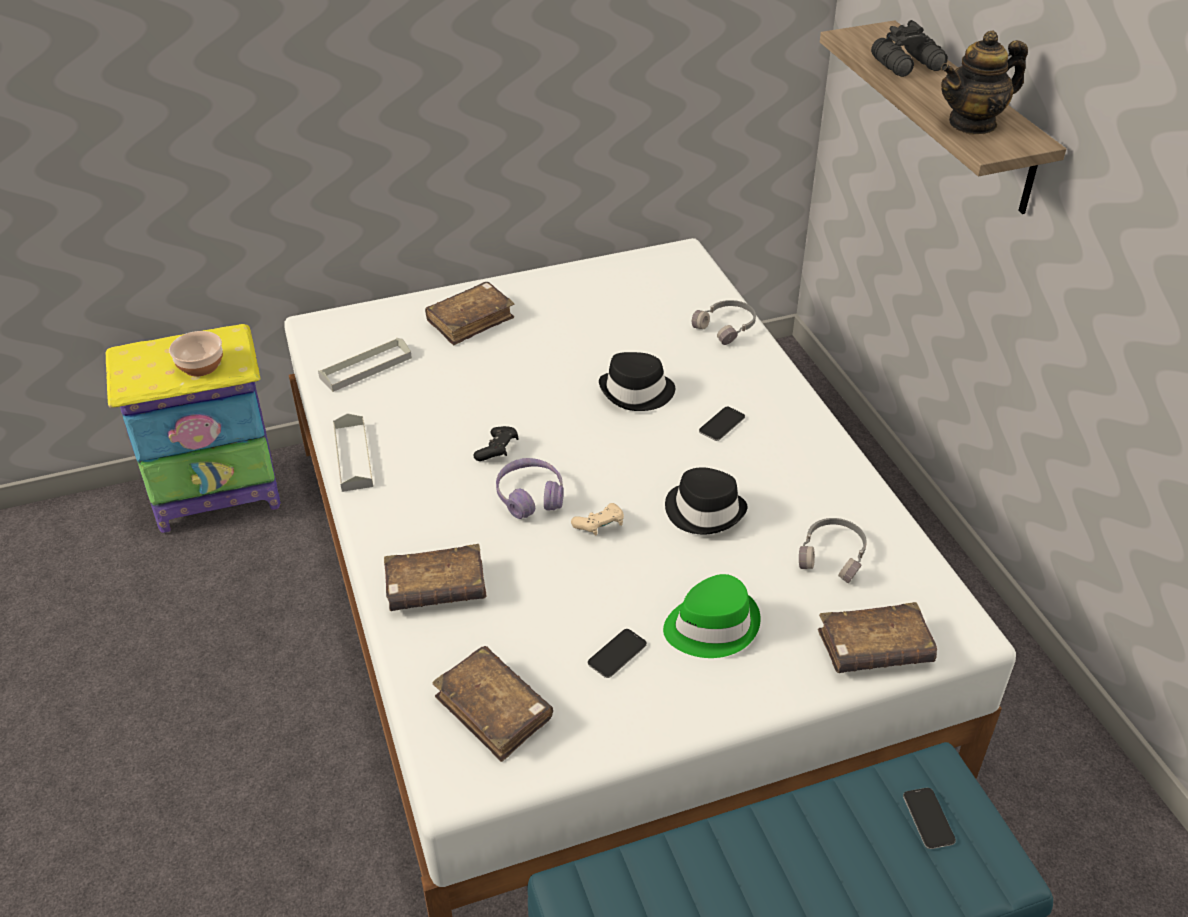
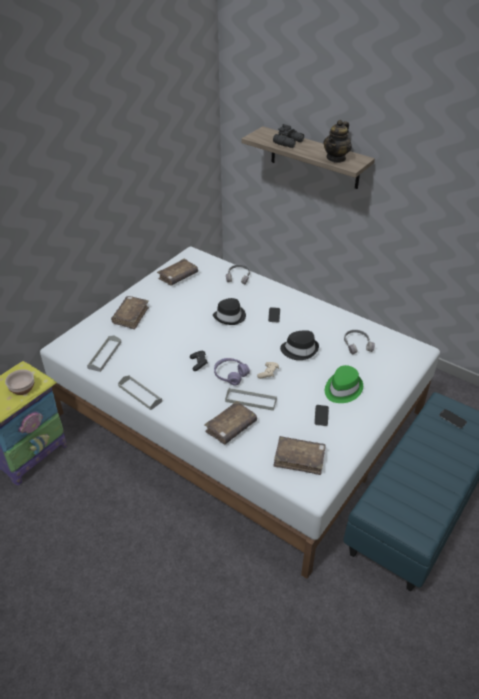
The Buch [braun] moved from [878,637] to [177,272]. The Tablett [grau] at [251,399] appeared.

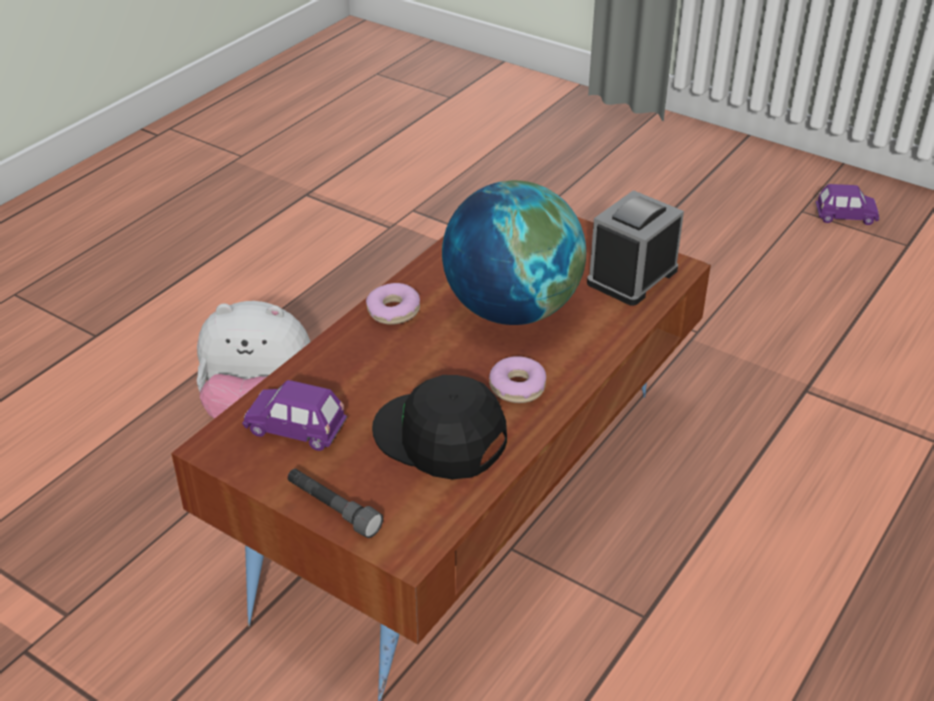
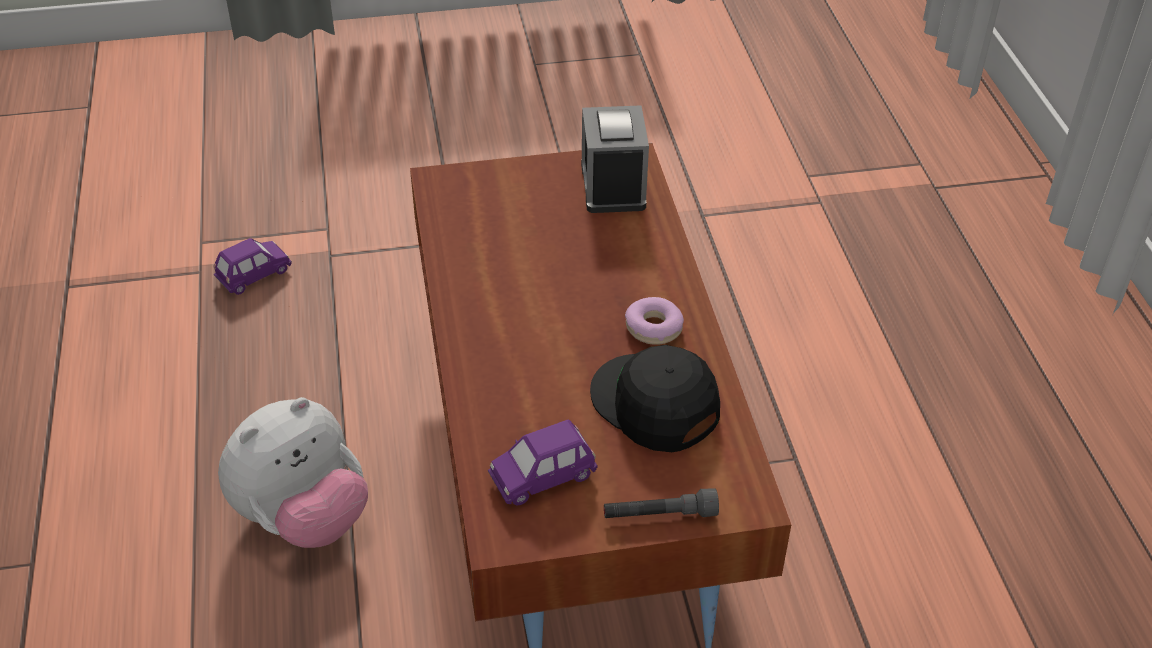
The Globus at [514,252] disappeared. The Spielzeugauto [lila] moved from [847,204] to [252,266]. The Donut at [393,304] disappeared. The Kappe [schwarz] at [439,427] turned 60 degrees clockwise.

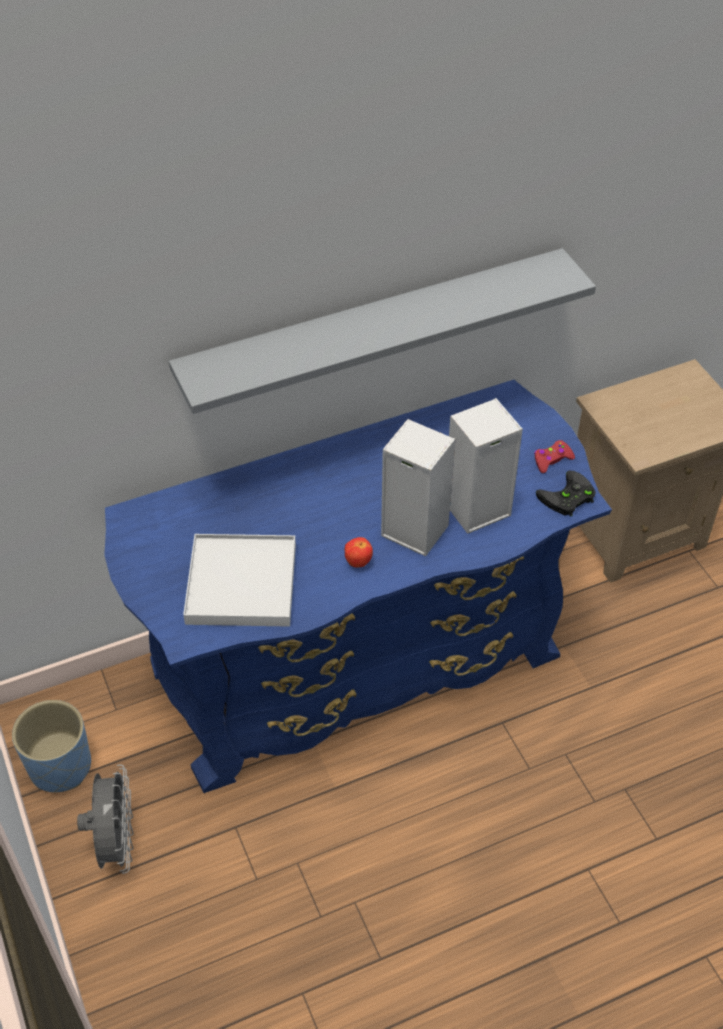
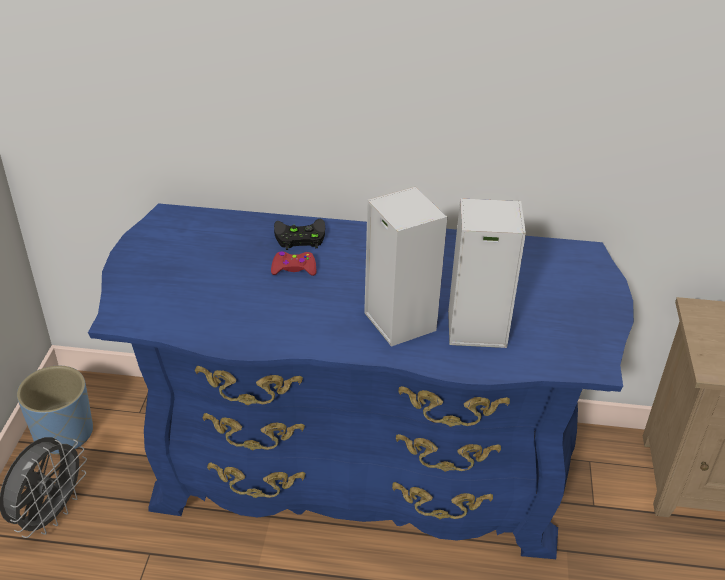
The Wandregal [grau] at [382,331] disappeared. The Gamepad [rot] moved from [554,456] to [293,263]. The Gamepad [schwarz] moved from [566,494] to [299,234]. The Tablett [weiß] at [239,580] disappeared. The Apfel at [359,552] disappeared.

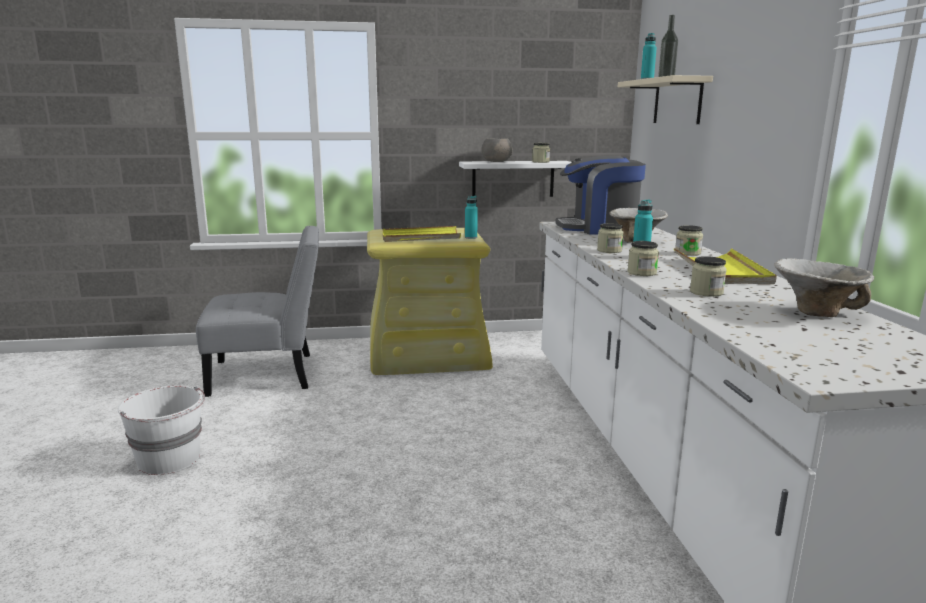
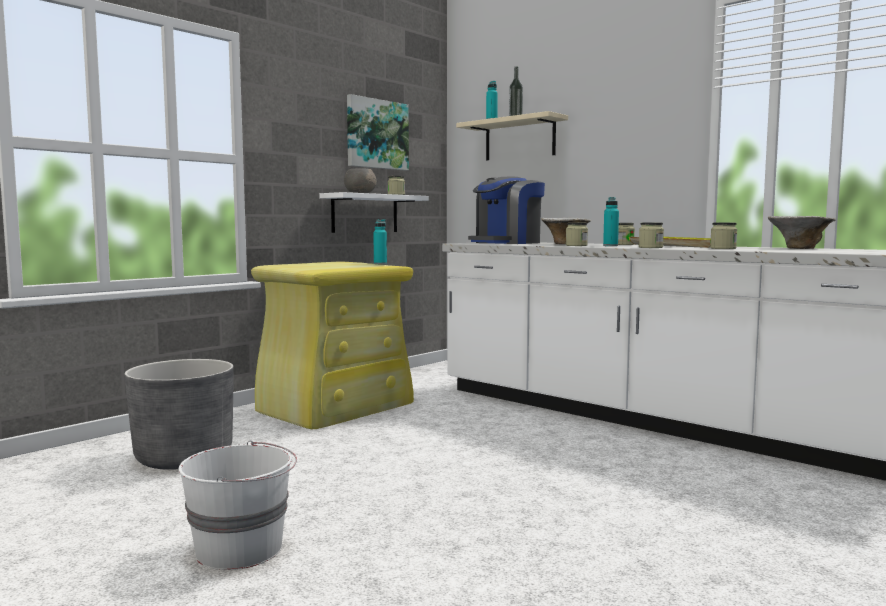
The Stuhl [grau] at [257,311] was replaced by the Pflanzkübel [grau] at [179,414]. The Tablett [gelb] at [422,234] disappeared. The Bild at [378,132] appeared.

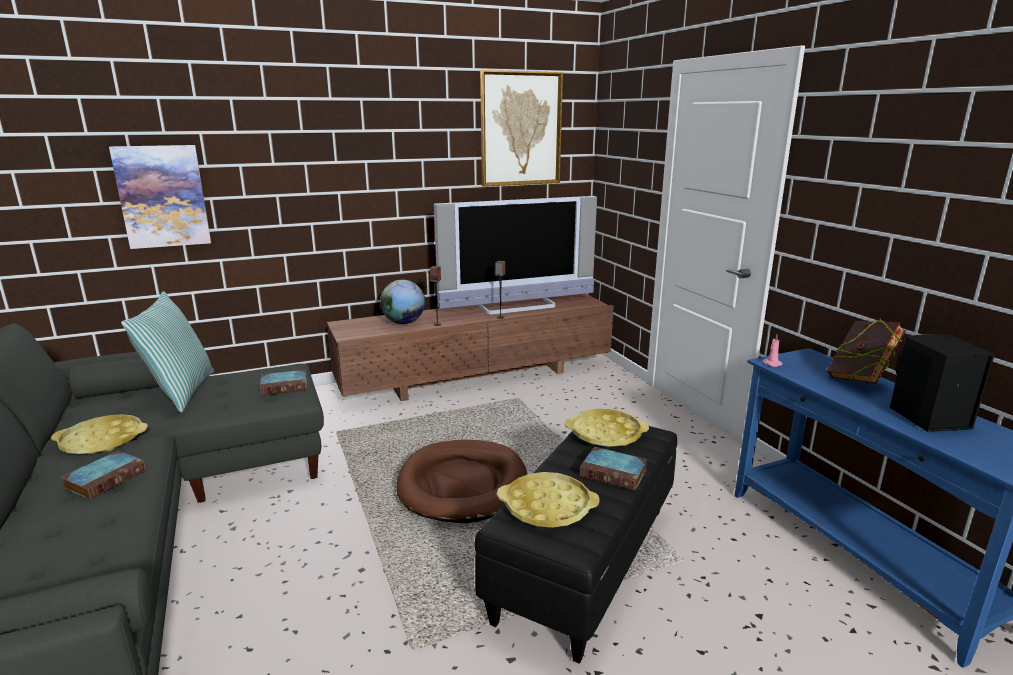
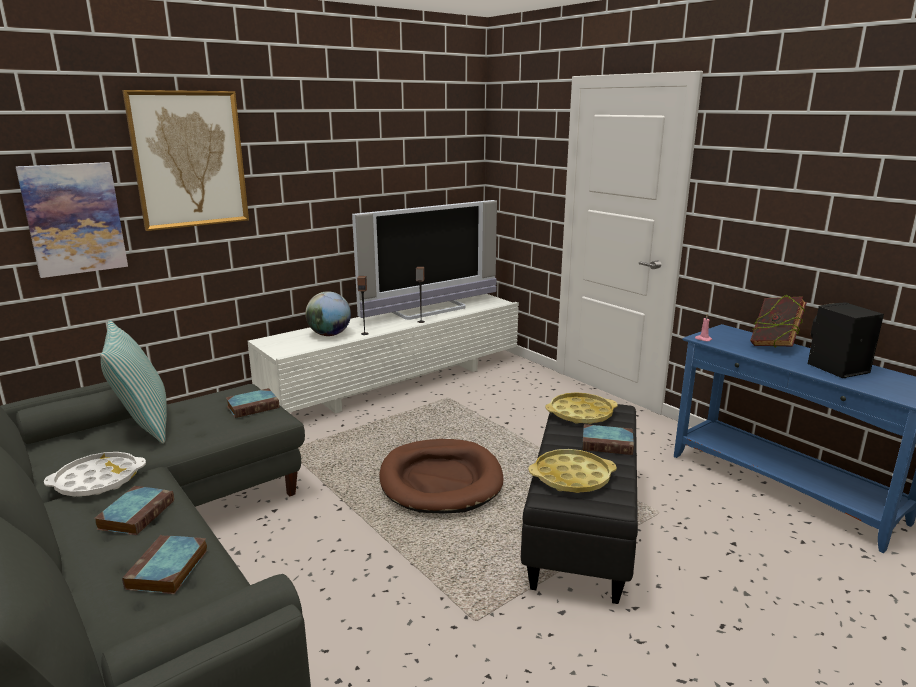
The Bild moved from [521,128] to [185,160]. The Fernsehschrank [braun] at [470,347] became the Fernsehschrank [weiß] at [383,354]. The Tablett [gelb] at [99,434] became the Tablett [weiß] at [95,474]. The Buch at [165,564] appeared.

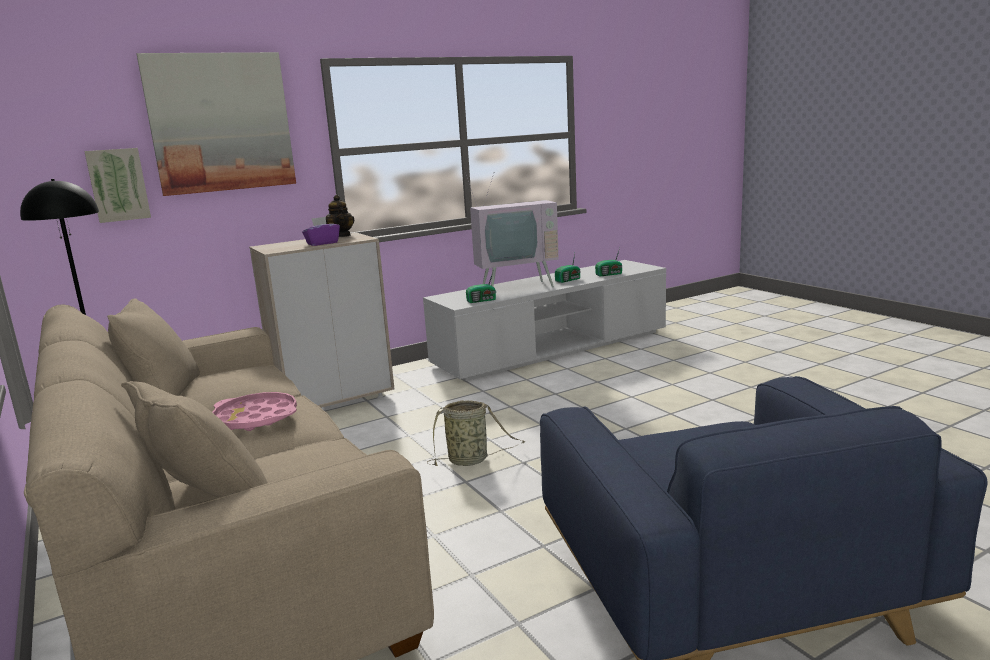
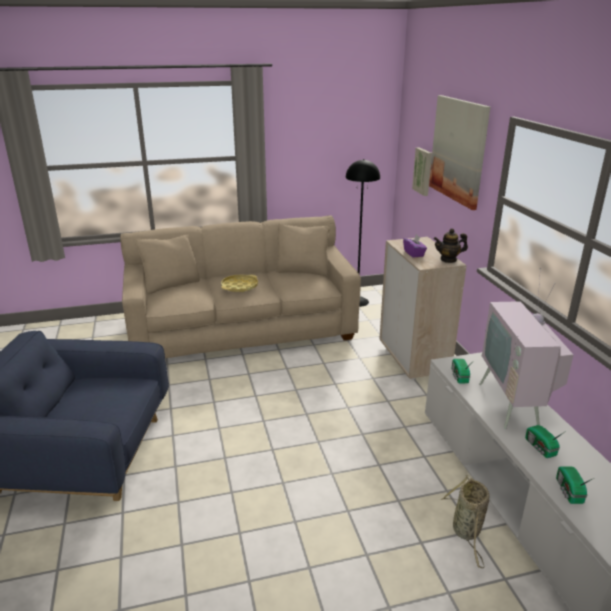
The Tablett [rosa] at [254,411] became the Tablett [gelb] at [239,283]. The Korb moved from [476,433] to [465,521].

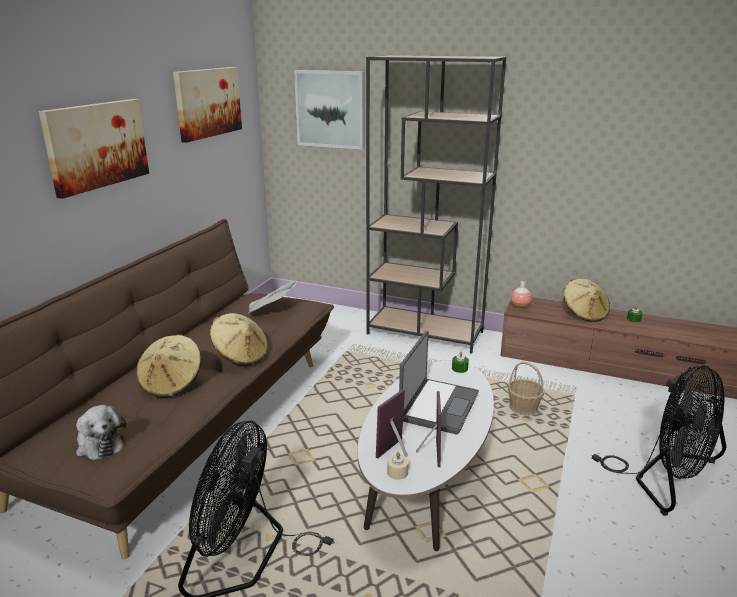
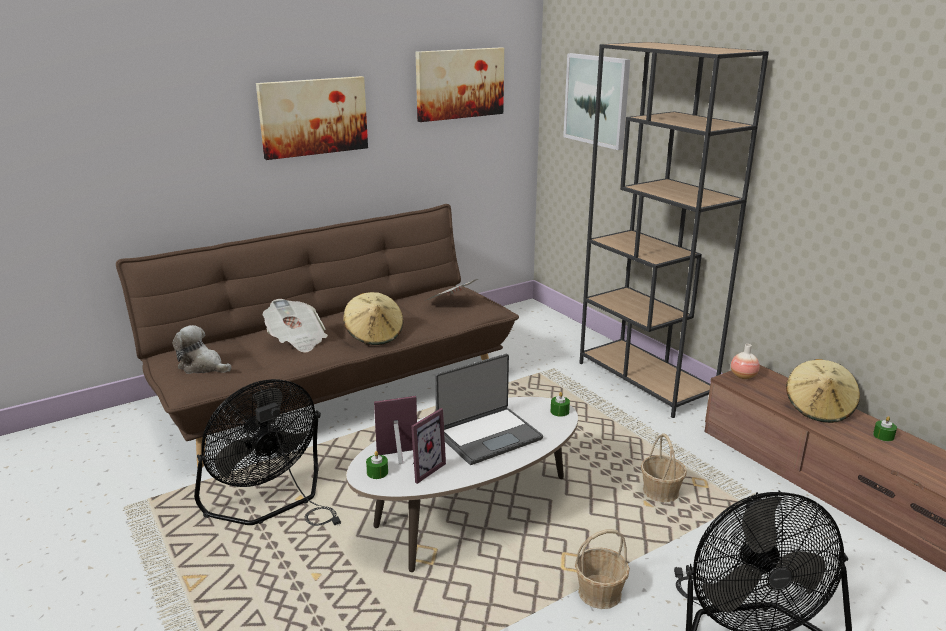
The Hut [beige] at [168,365] was replaced by the Zeitung at [295,326]. The Plüschtier at [101,432] turned 120 degrees clockwise. The Kerze [beige] at [398,466] became the Kerze [grün] at [377,465]. The Korb at [602,569] appeared.

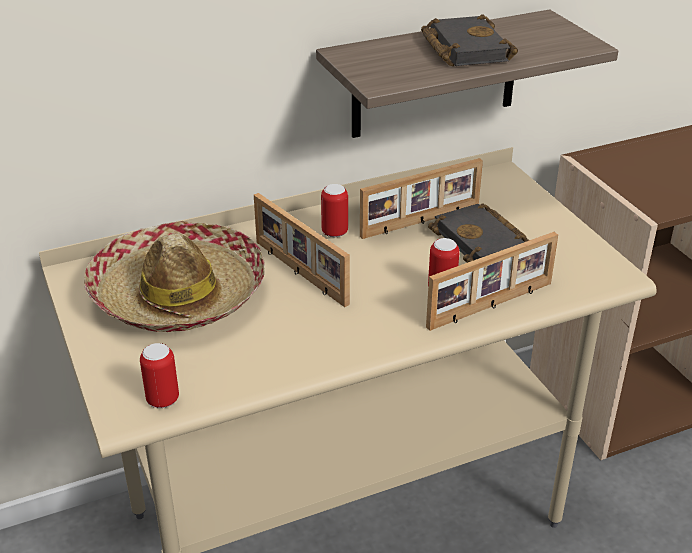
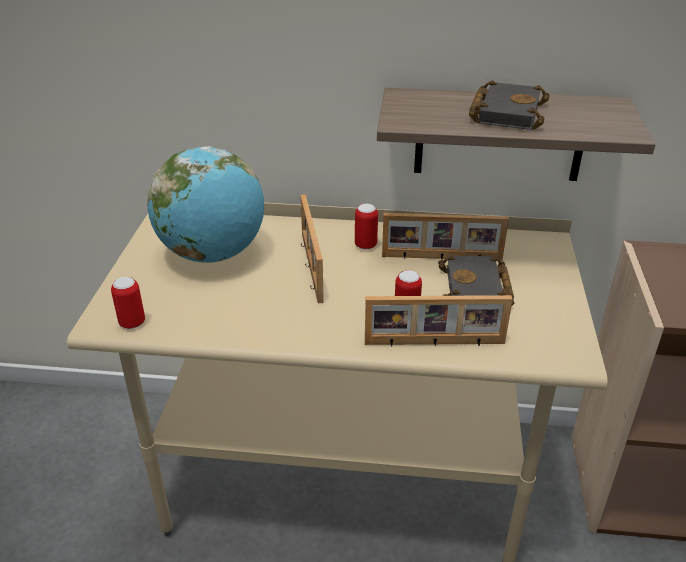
The Hut at [174,276] was replaced by the Globus at [205,204].

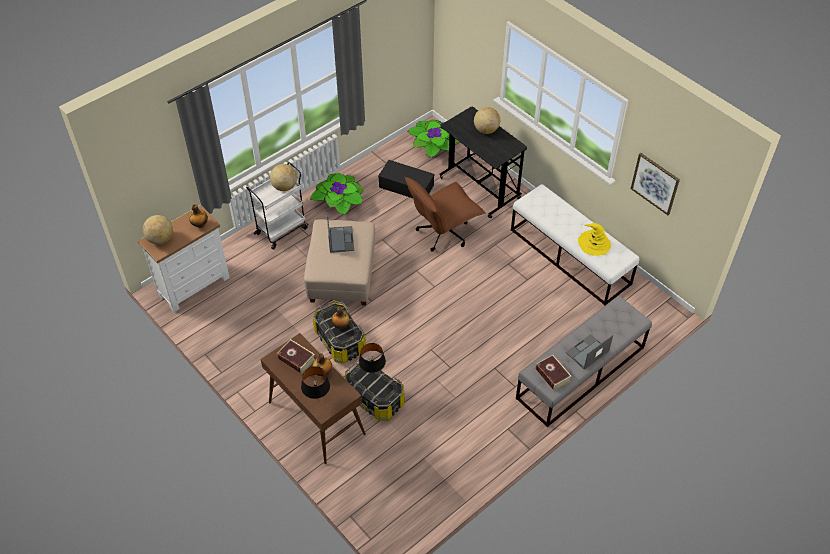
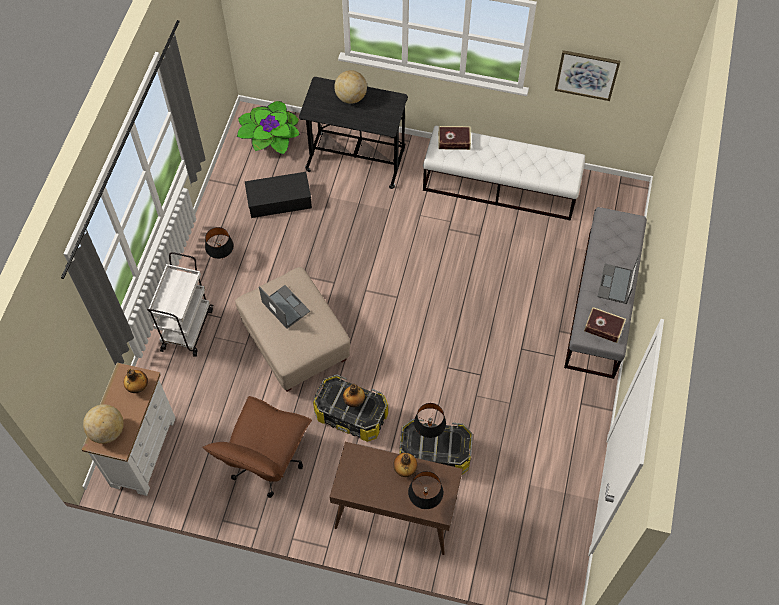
The Globus at [283,177] disappeared. The Topfpflanze at [336,194] was replaced by the Tischlampe [schwarz] at [219,243]. The Bürostuhl [braun] moved from [445,214] to [257,447]. The Hut [gelb] at [594,239] disappeared. The Buch moved from [296,356] to [454,138].

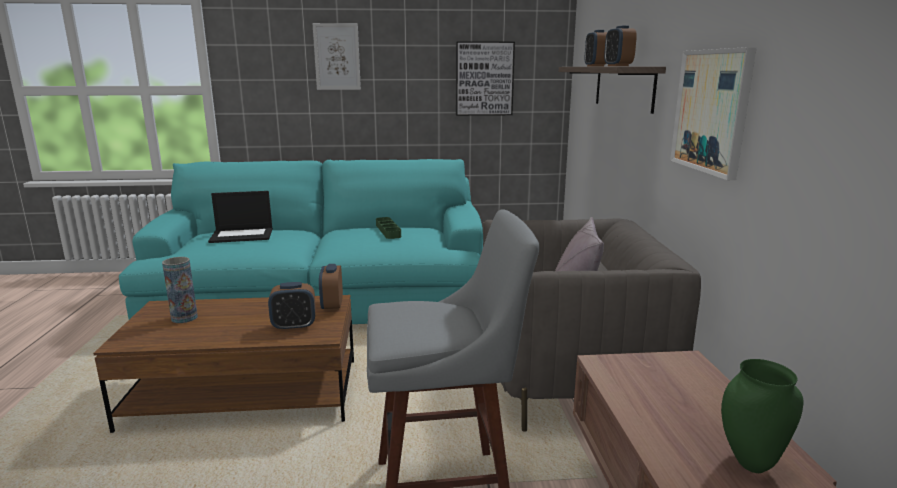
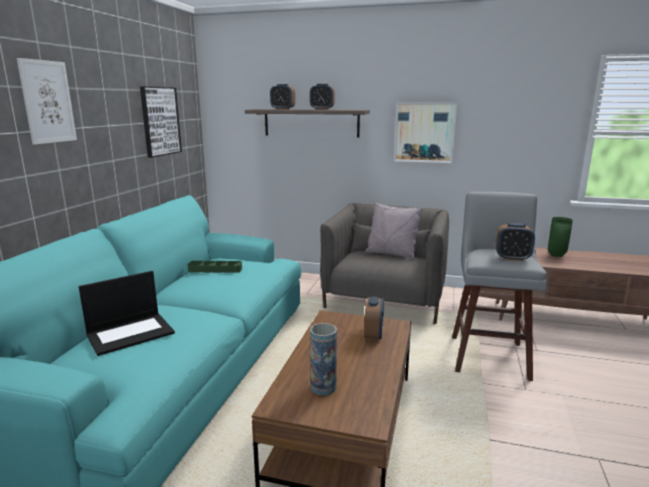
The Laptop at [240,217] turned 45 degrees clockwise. The Wecker moved from [331,287] to [515,242].

